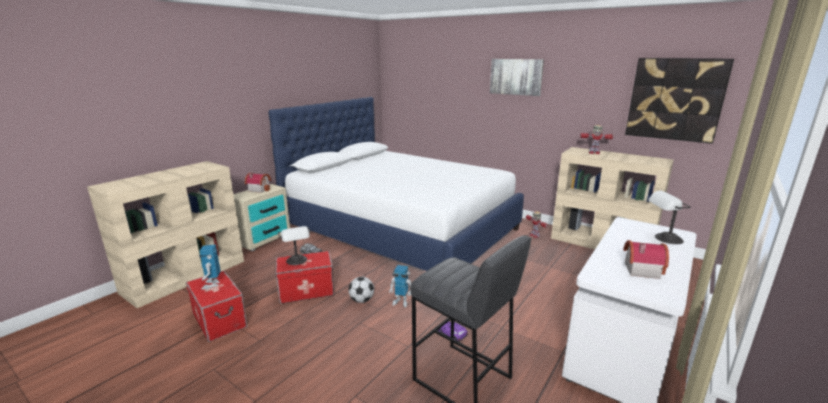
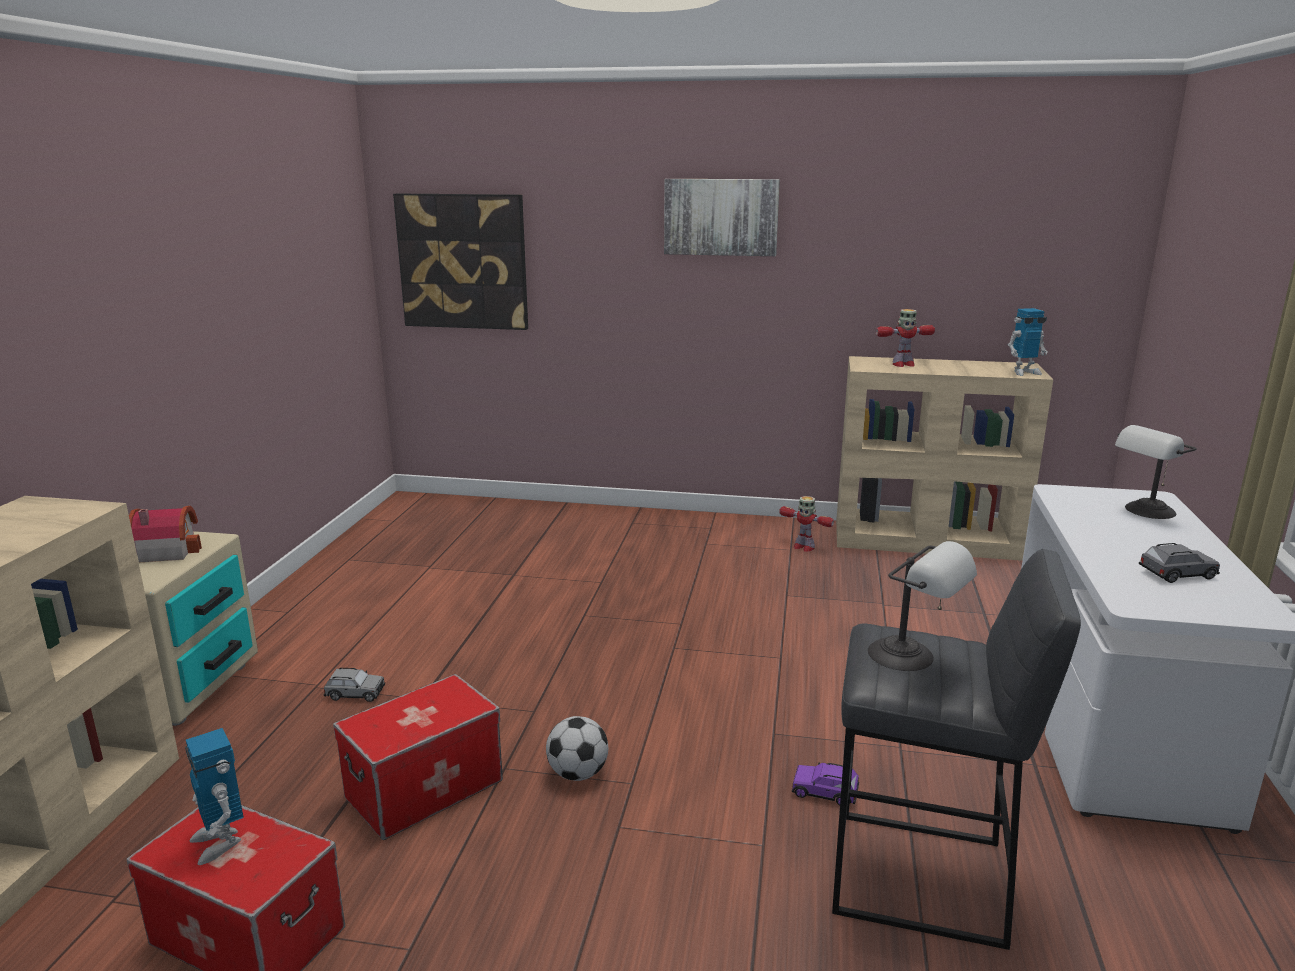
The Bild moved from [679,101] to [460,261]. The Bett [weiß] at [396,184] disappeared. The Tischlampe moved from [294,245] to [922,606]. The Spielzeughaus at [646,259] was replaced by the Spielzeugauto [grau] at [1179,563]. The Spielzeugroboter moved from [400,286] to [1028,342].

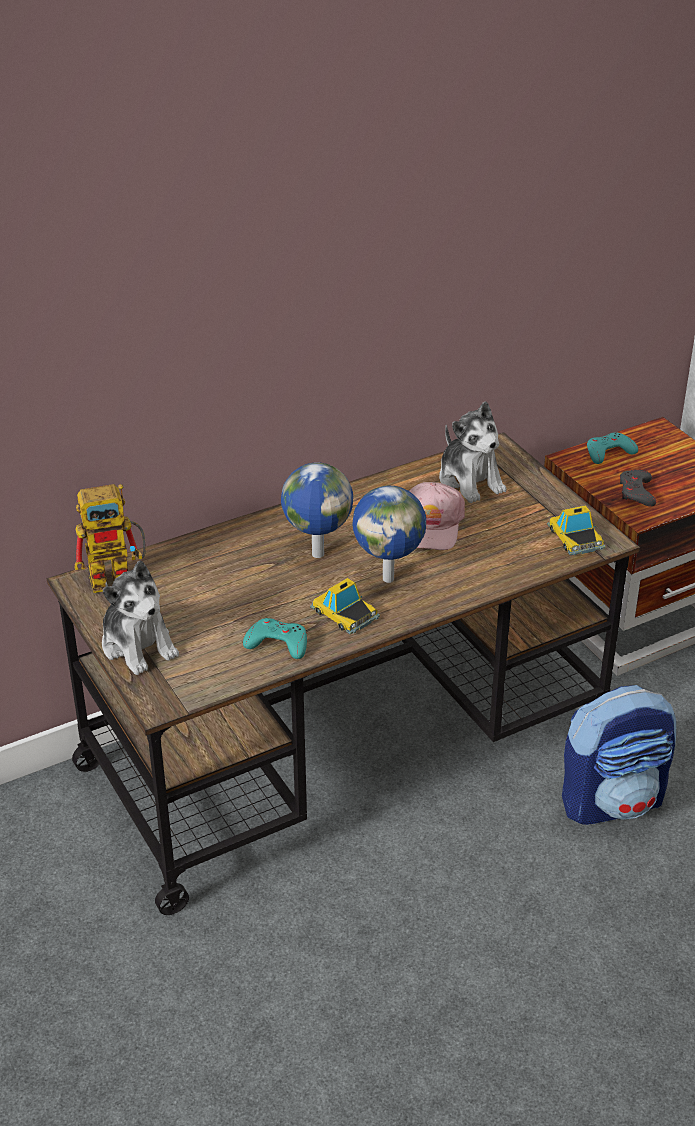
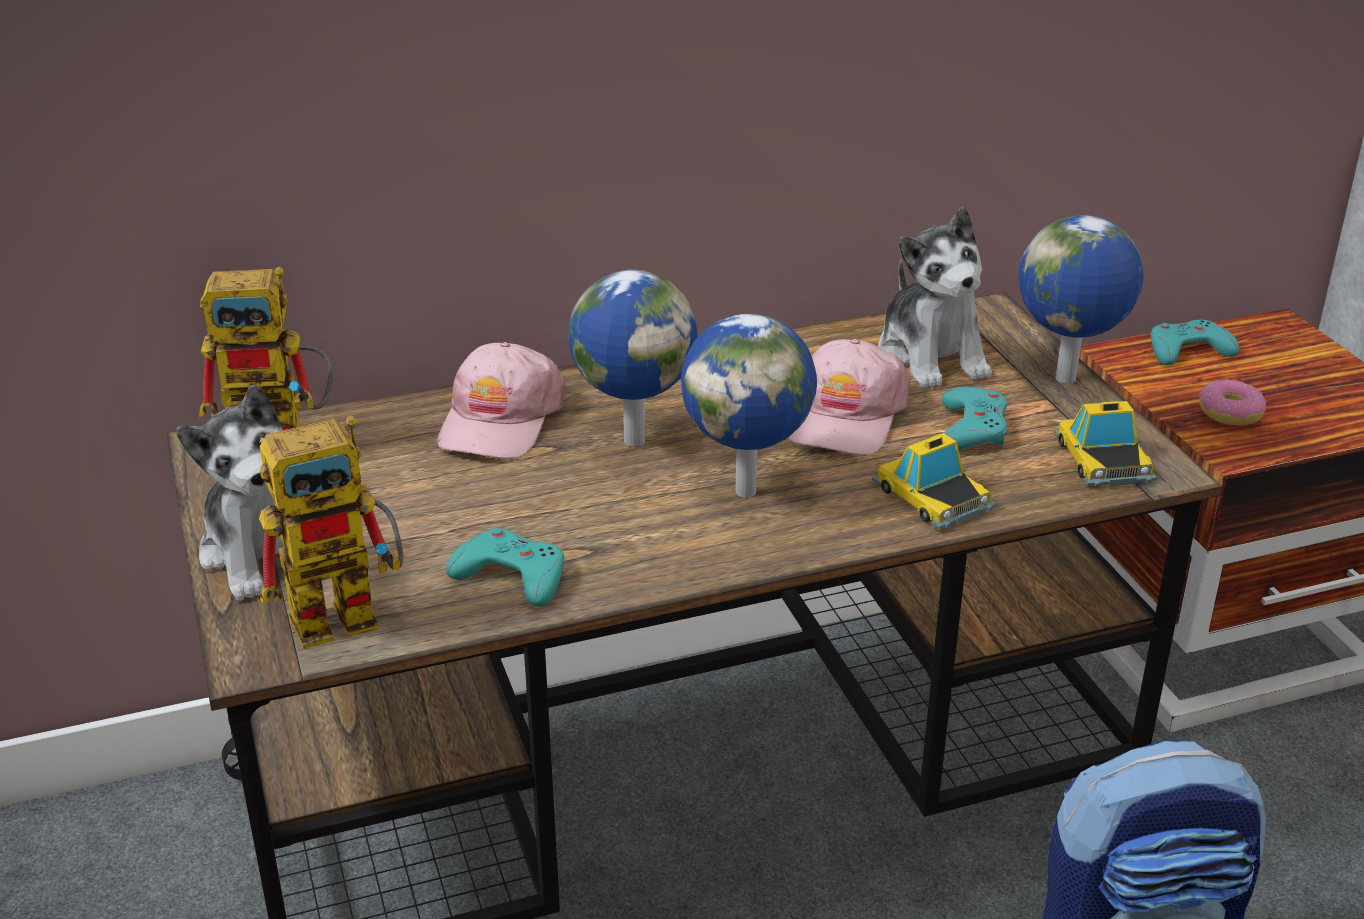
The Gamepad [grau] at [638,488] was replaced by the Donut at [1232,402]. The Spielzeugauto moved from [345,606] to [934,481]. The Globus at [1080,299] appeared. The Kappe [rosa] at [501,400] appeared. The Gamepad [türkis] at [975,418] appeared. The Spielzeugroboter at [331,532] appeared.

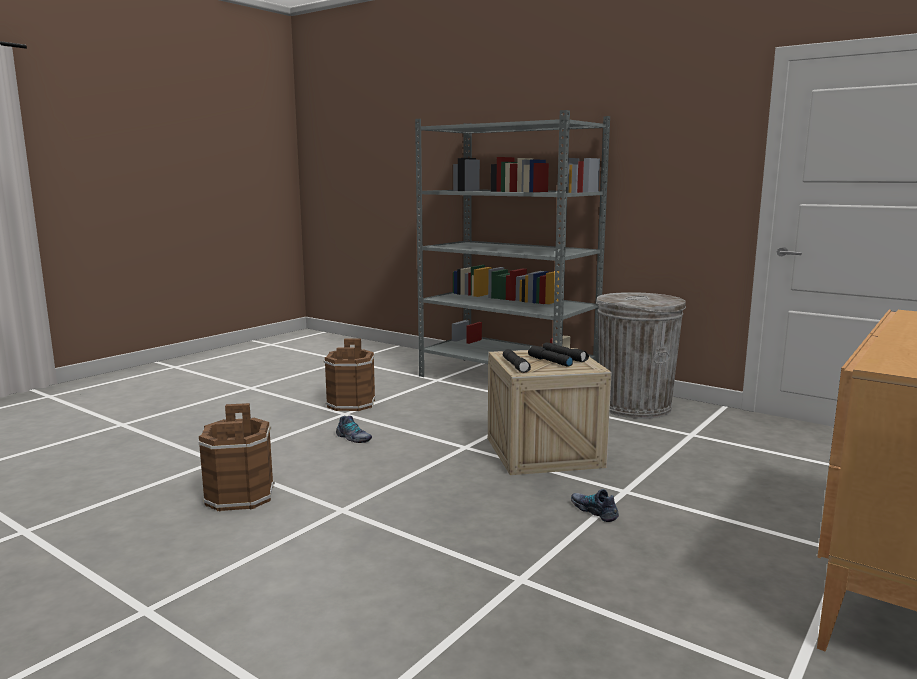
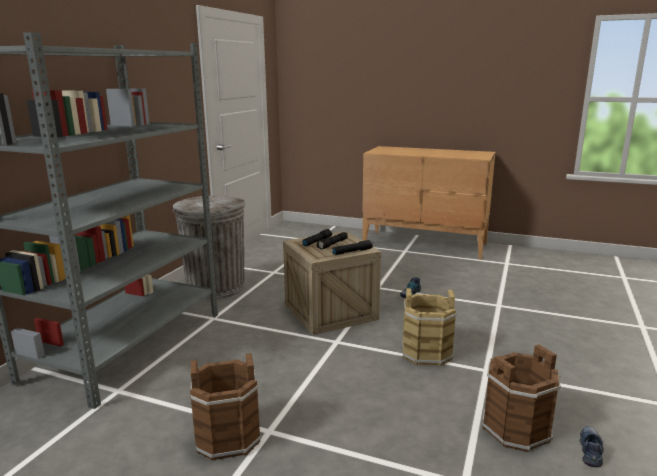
The Schuh moved from [354,429] to [592,446]. The Eimer [braun] at [429,327] appeared.

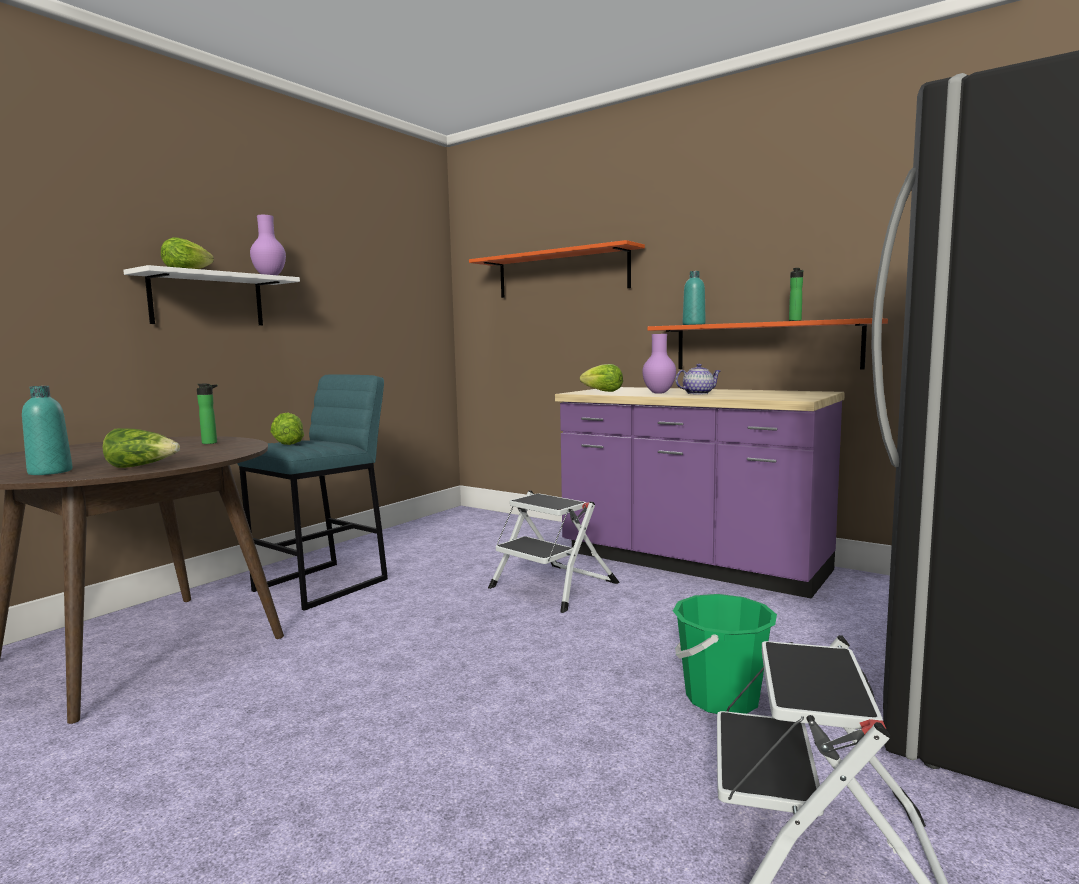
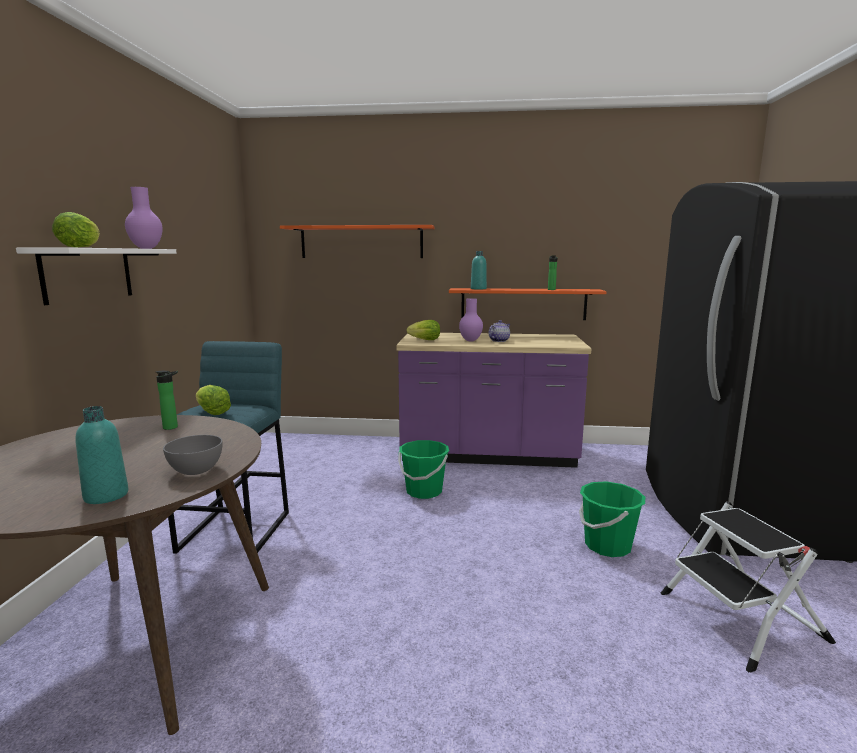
The Salatkopf at [141,448] was replaced by the Schüssel [grau] at [193,455]. The Trittleiter at [553,551] was replaced by the Eimer [grün] at [423,469].

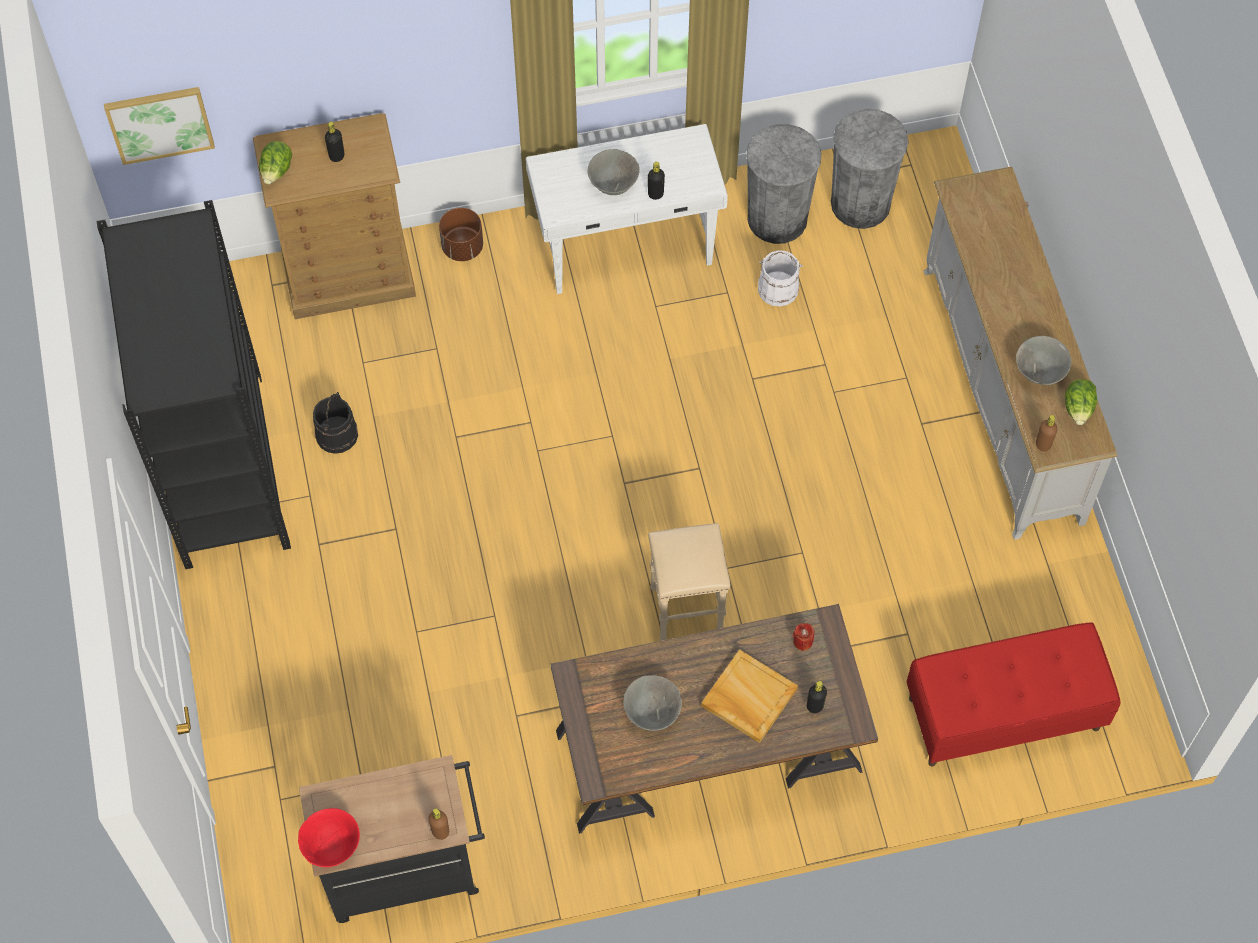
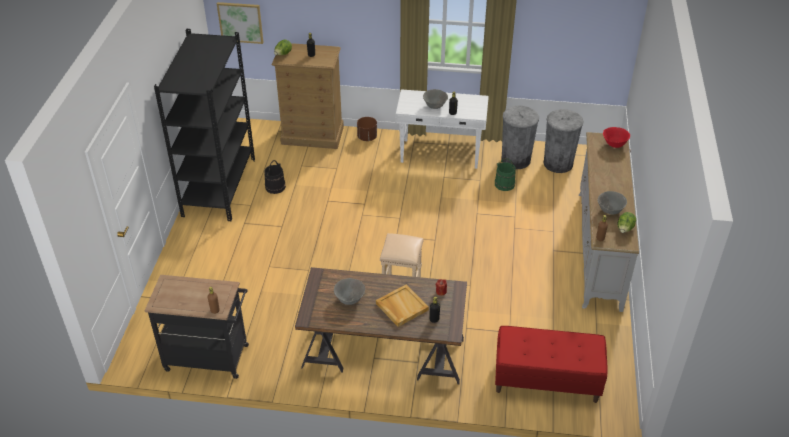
The Eimer [weiß] at [780,278] became the Eimer [grün] at [506,174]. The Schüssel [rot] moved from [329,837] to [616,137].

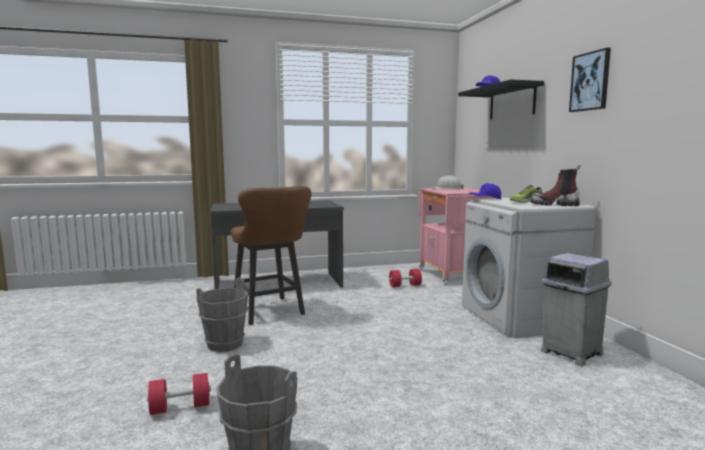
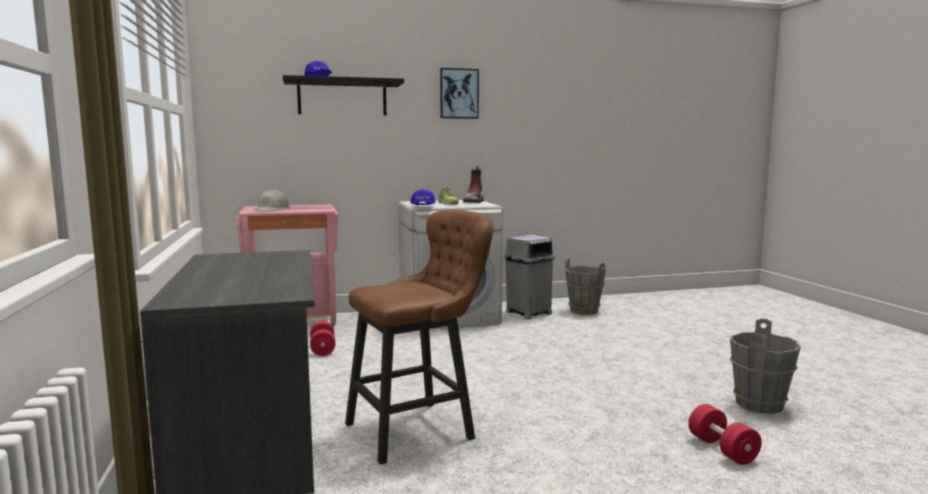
The Eimer [grau] moved from [222,315] to [585,286].

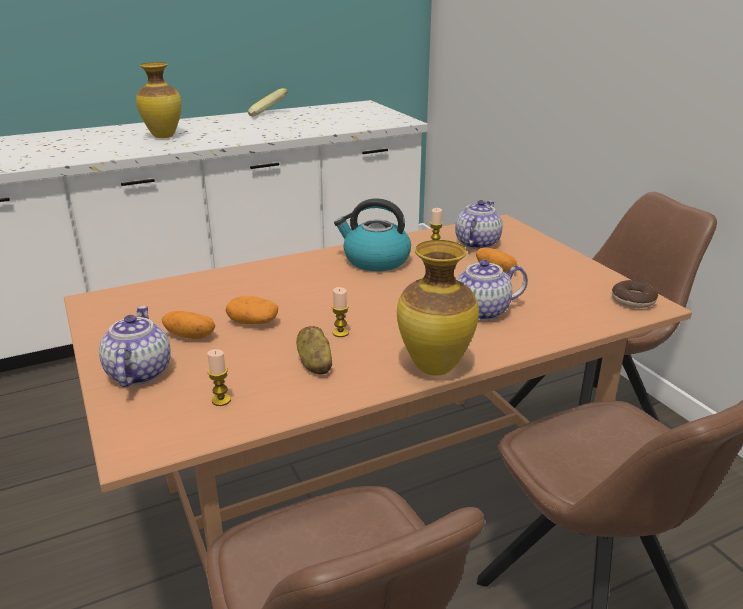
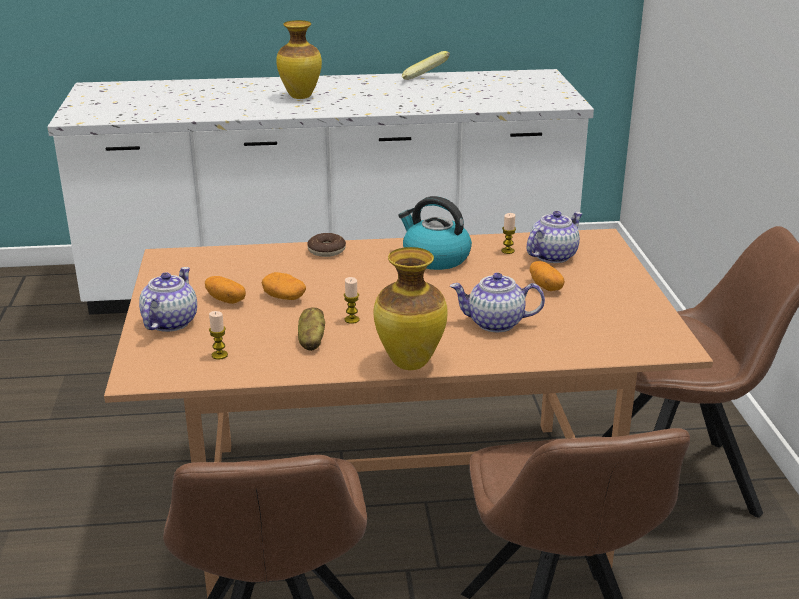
The Donut moved from [635,294] to [326,245].

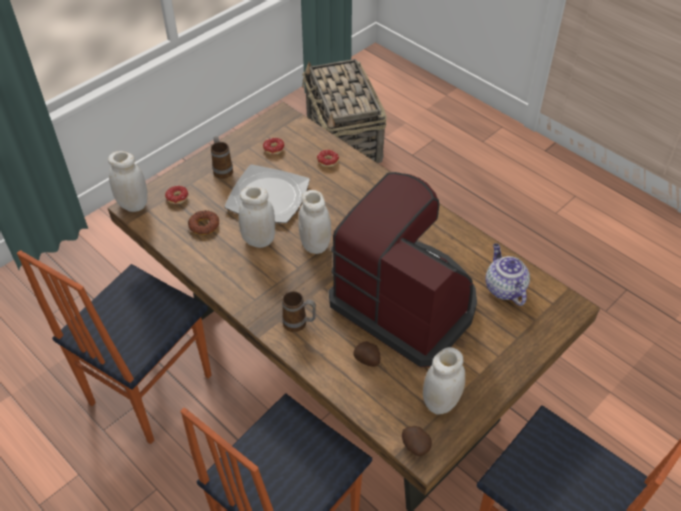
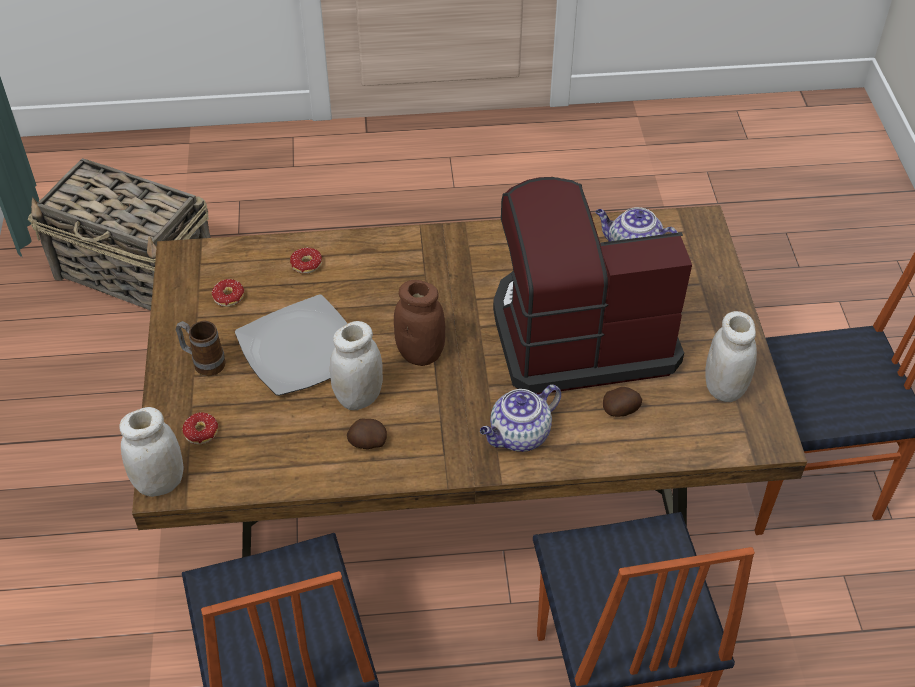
The Vorratsglas [weiß] at [315,222] became the Vorratsglas [braun] at [419,323]. The Donut at [203,222] disappeared. The Henkelbecher at [299,311] was replaced by the Teekanne at [520,418]. The Kartoffel moved from [417,441] to [367,433].

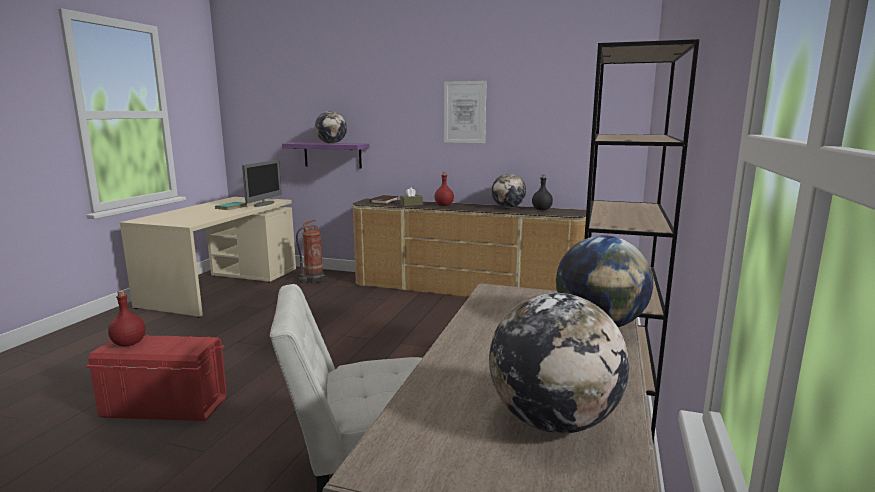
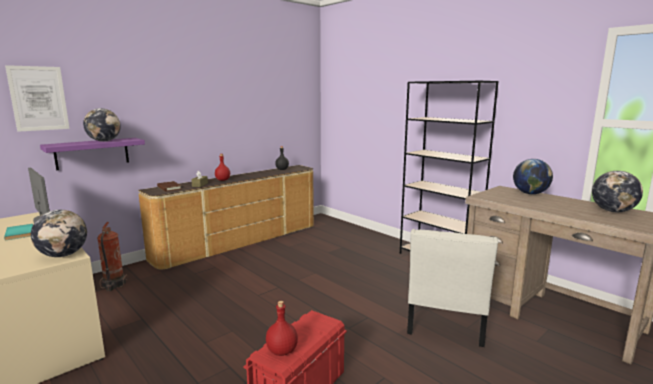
The Bild moved from [465,112] to [37,98]. The Globus moved from [509,191] to [59,233].

